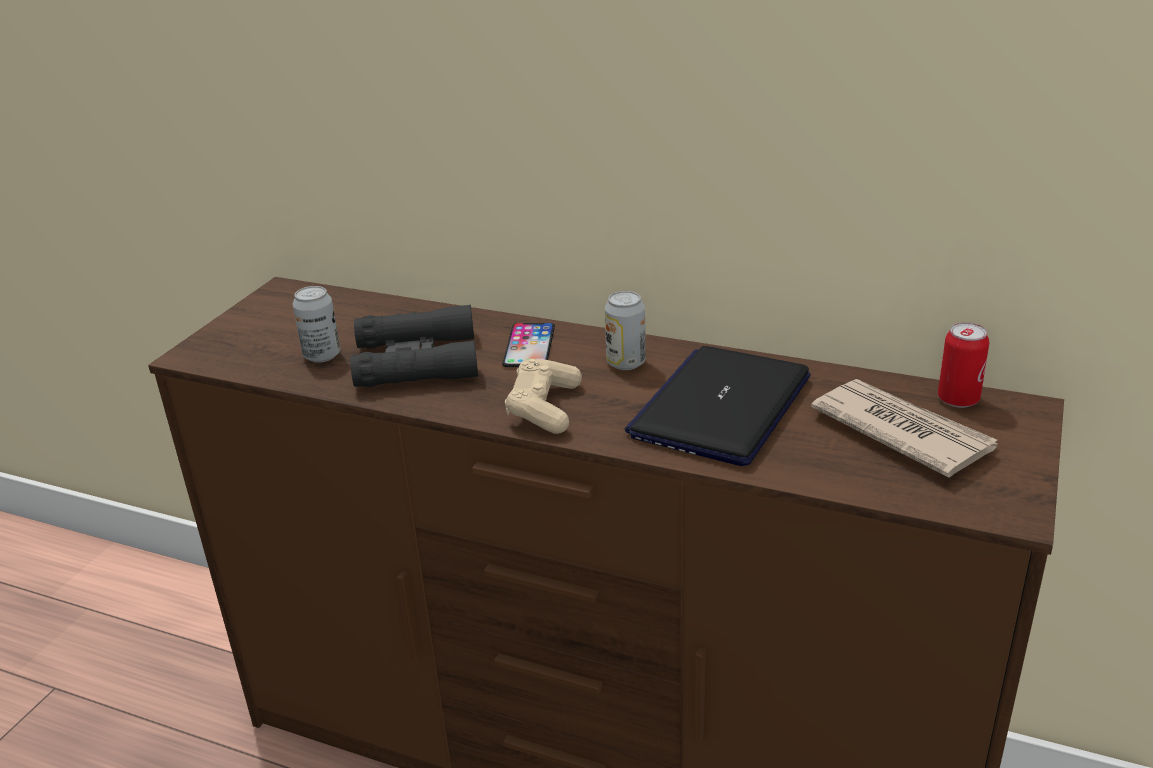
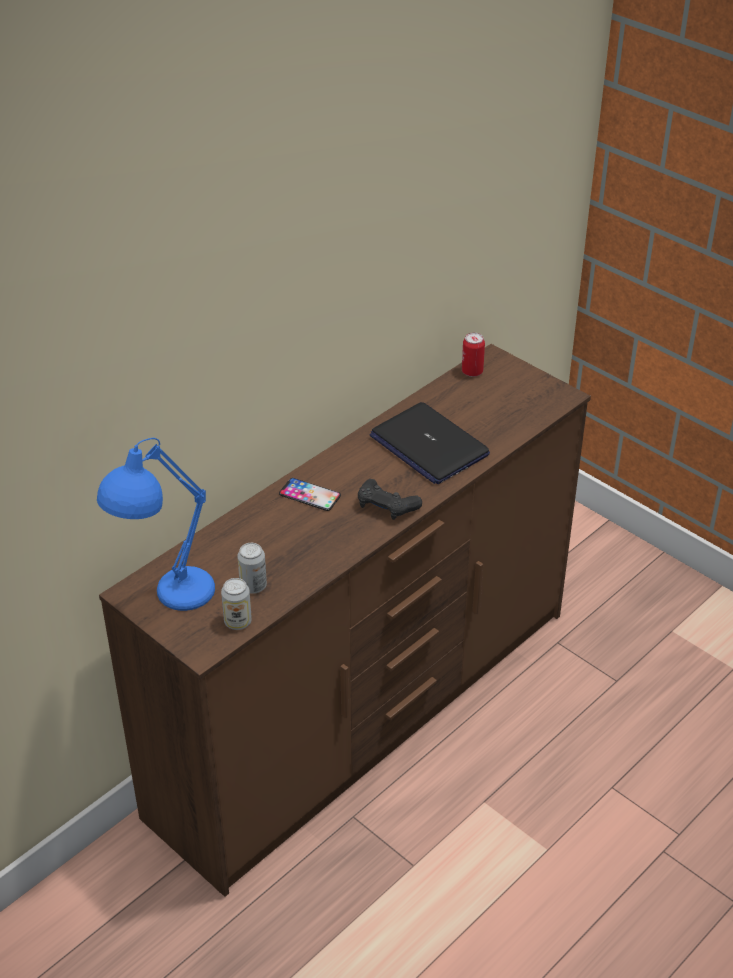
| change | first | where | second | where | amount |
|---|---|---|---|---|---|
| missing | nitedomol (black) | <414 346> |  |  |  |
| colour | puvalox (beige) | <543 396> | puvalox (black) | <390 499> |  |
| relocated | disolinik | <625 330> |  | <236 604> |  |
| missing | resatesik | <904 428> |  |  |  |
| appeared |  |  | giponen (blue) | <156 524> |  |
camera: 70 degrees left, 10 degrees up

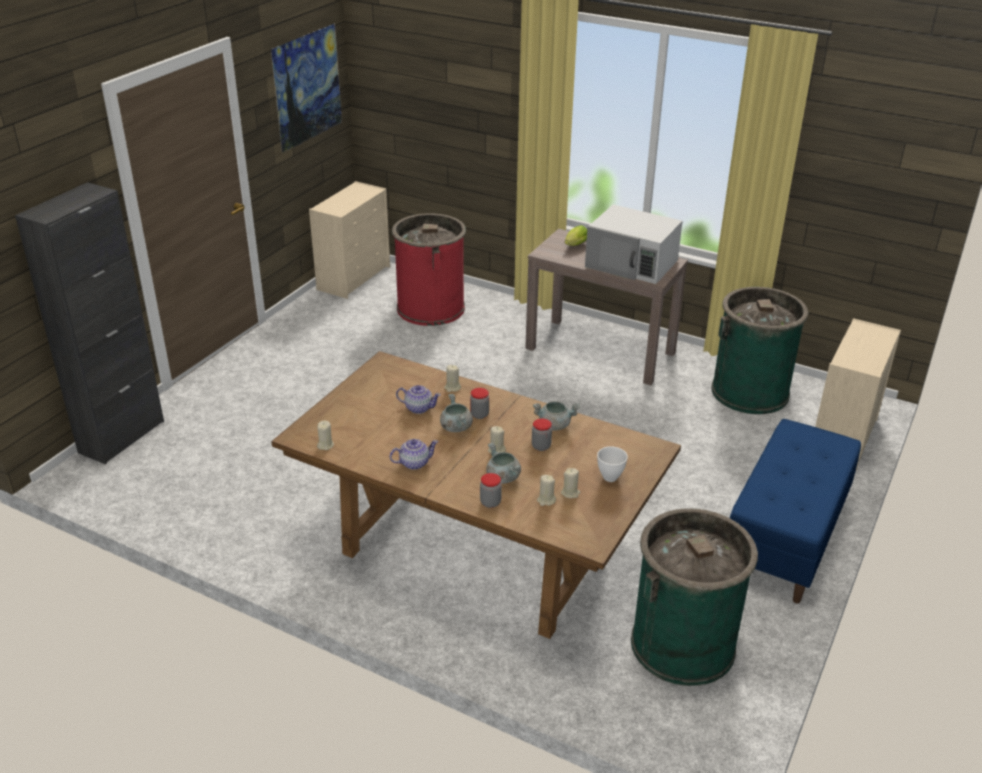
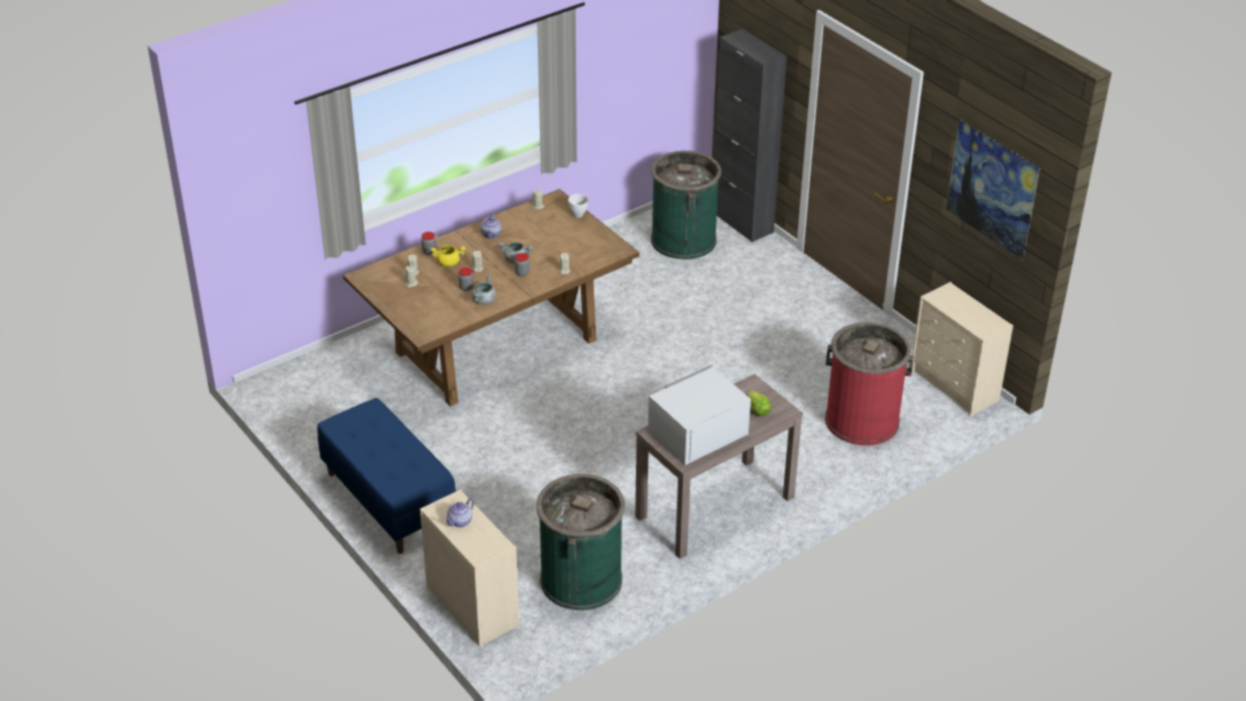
| change | first | where | second | where | amount |
|---|---|---|---|---|---|
| relocated | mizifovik | <418 399> |  | <459 512> |  |
| colour | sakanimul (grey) | <503 463> | sakanimul (yellow) | <448 256> |  |
| relocated | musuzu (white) | <612 464> |  | <578 206> |  |
| relocated | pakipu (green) | <694 597> |  | <686 205> |  |
camera: 115 degrees right, 5 degrees up

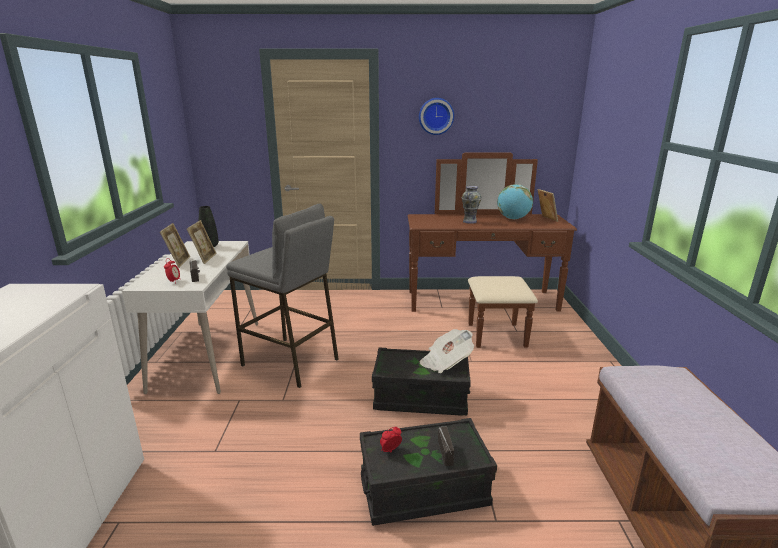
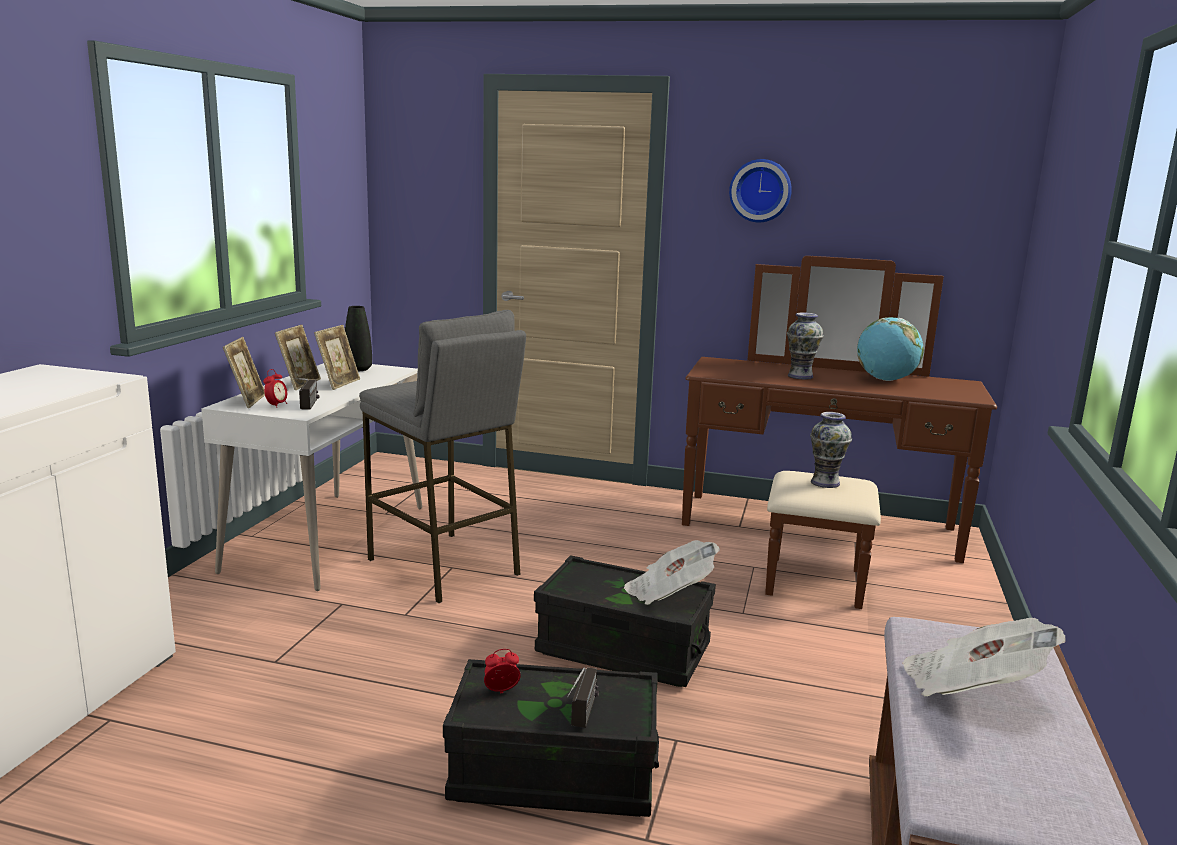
| change | first | where | second | where | amount |
|---|---|---|---|---|---|
| relocated | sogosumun | <548 205> |  | <244 372> |  |
| appeared |  |  | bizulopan | <831 450> |  |
| appeared |  |  | resatesik | <984 657> |  |
camera: 15 degrees right, 5 degrees down

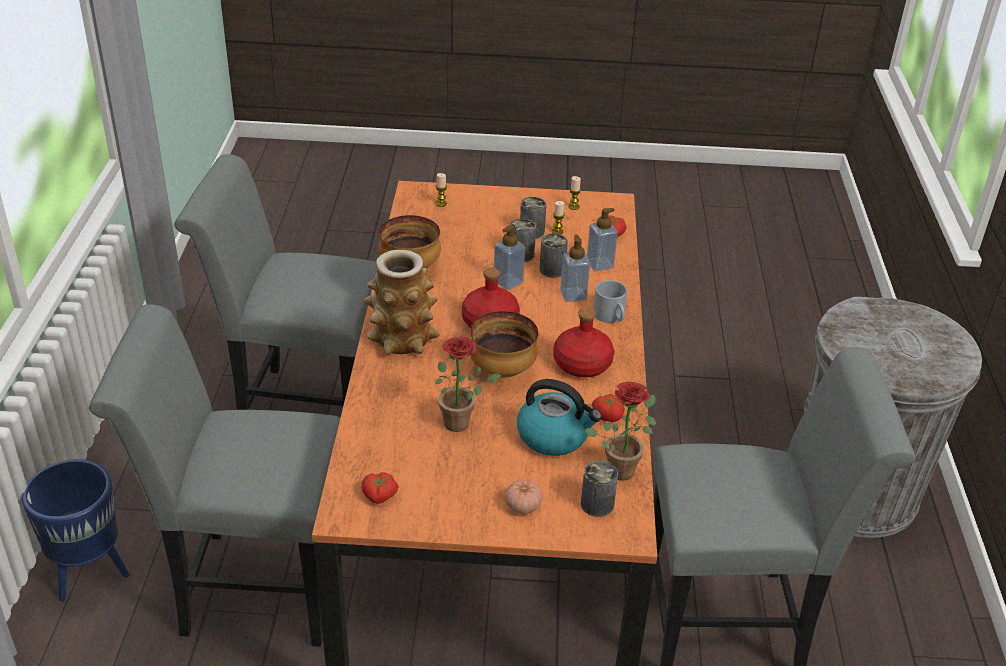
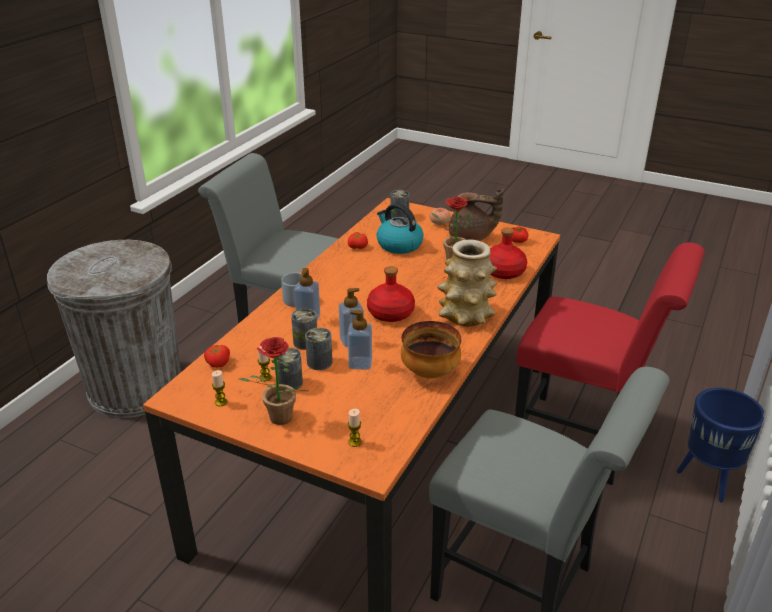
| change | first | where | second | where | amount |
|---|---|---|---|---|---|
| colour | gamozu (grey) | <214 475> | gamozu (red) | <610 363> |  |
| missing | musuzu | <504 344> |  |  |  |
| relocated | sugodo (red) | <583 342> |  | <508 253> |  |
| relocated | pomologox | <620 431> |  | <273 381> |  |
| relocated | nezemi | <602 239> |  | <360 340> |  |
| appeared |  |  | mizifovik (brown) | <476 215> |  |
camera: 155 degrees left, 5 degrees down

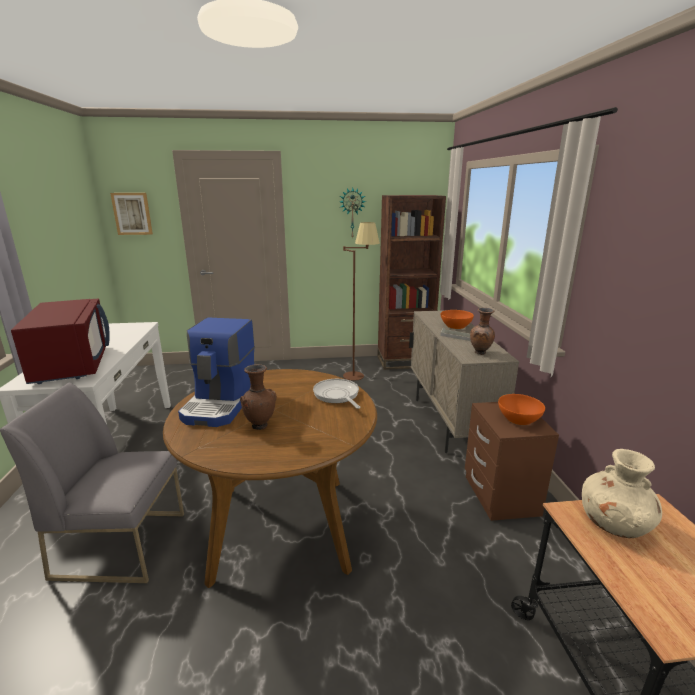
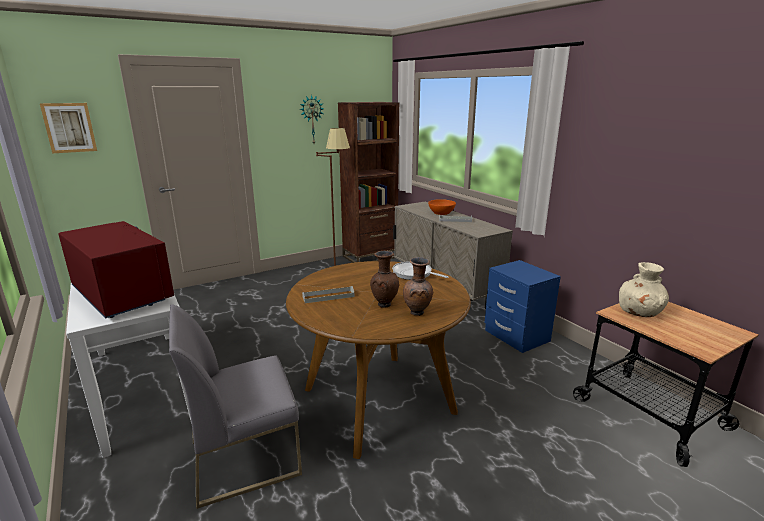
| change | first | where | second | where | amount |
|---|---|---|---|---|---|
| exchanged | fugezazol | <216 372> | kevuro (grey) | <328 294> |  |
| colour | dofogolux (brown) | <512 461> | dofogolux (blue) | <523 306> |  |
| relocated | bizulopan (brown) | <482 331> |  | <418 286> |  |
| missing | musuzu (orange) | <521 409> |  |  |  |
camera: 25 degrees left, 0 degrees up

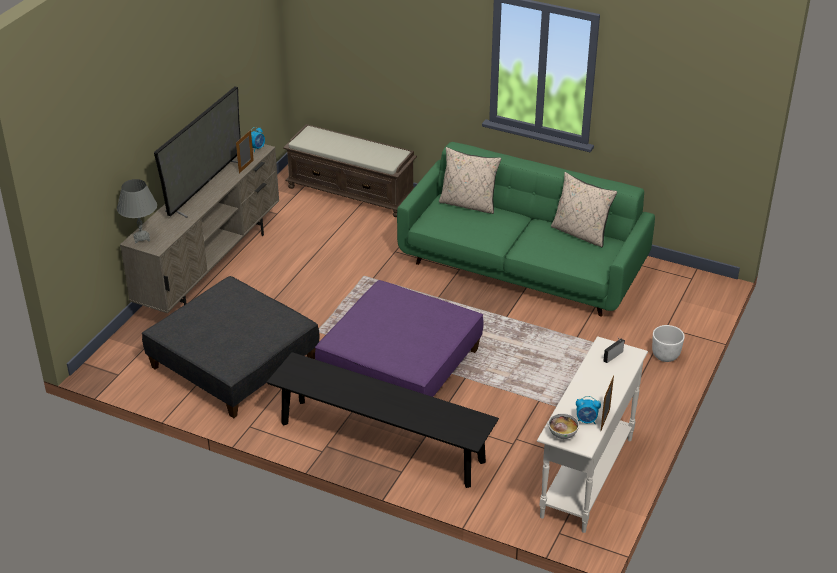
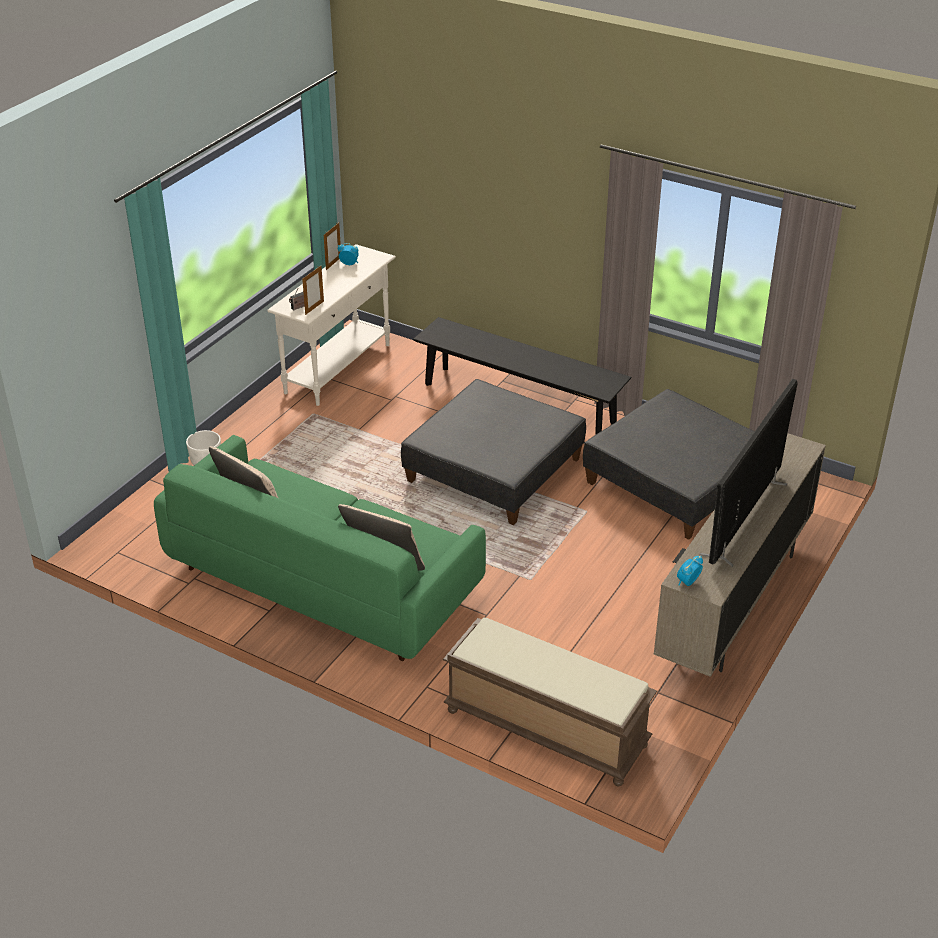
| change | first | where | second | where | amount |
|---|---|---|---|---|---|
| missing | giponen (grey) | <137 211> |  |  |  |
| relocated | sogosumun | <245 152> |  | <313 290> |  |
| colour | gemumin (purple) | <399 338> | gemumin (grey) | <493 452> |  |
| missing | musuzu | <563 426> |  |  |  |
camera: 175 degrees left, 0 degrees up

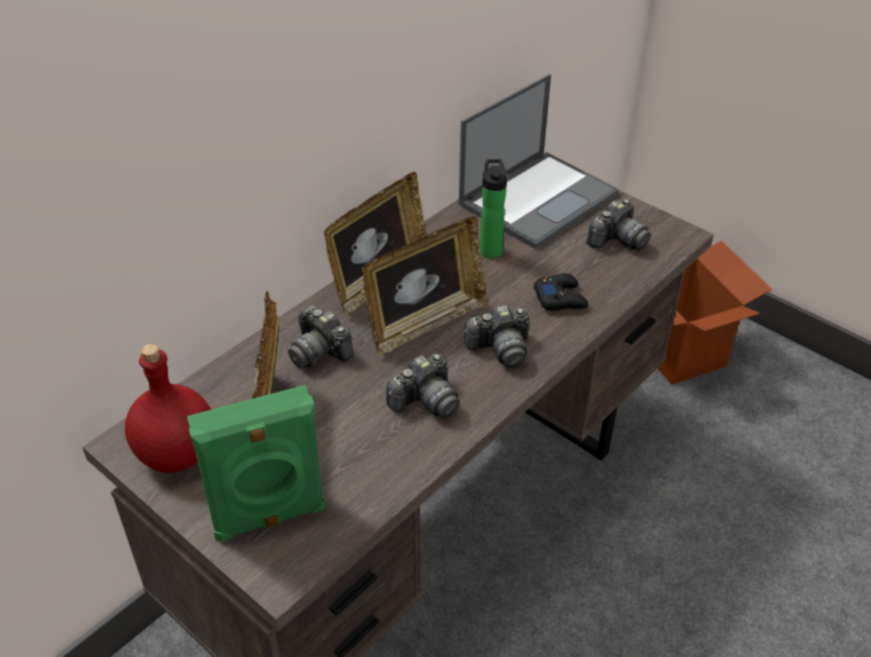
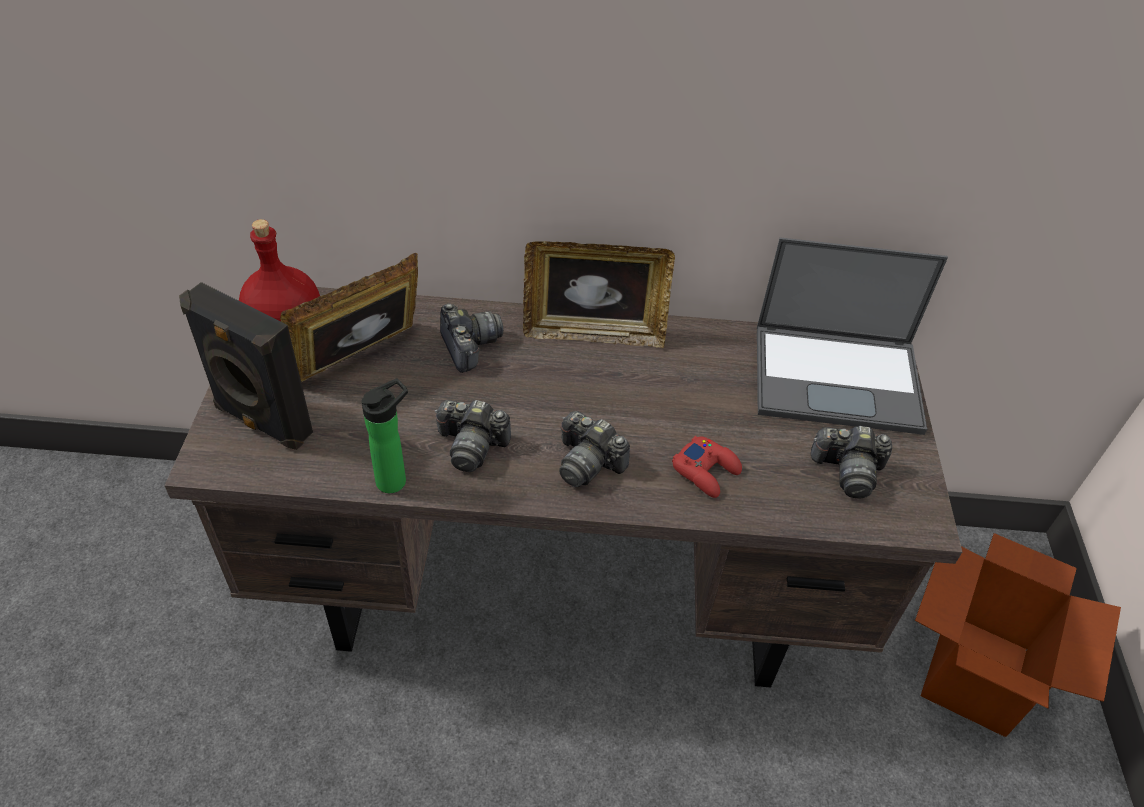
| change | first | where | second | where | amount |
|---|---|---|---|---|---|
| colour | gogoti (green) | <256 463> | gogoti (black) | <246 366> |  |
| spun | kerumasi | <321 336> |  | <471 338> | 150 degrees clockwise |
| missing | sogosumun | <425 285> |  |  |  |
| relocated | sugodo | <493 208> |  | <384 435> |  |
| colour | puvalox (black) | <560 292> | puvalox (red) | <707 467> |  |
camera: 50 degrees right, 5 degrees up

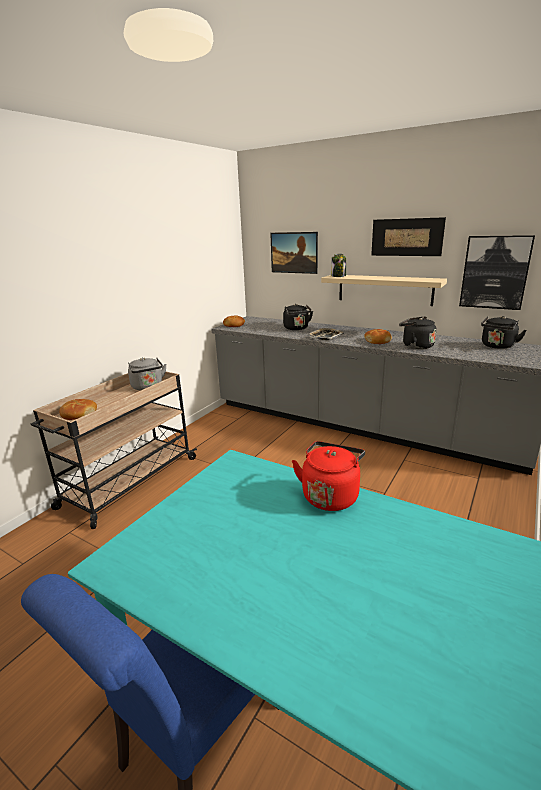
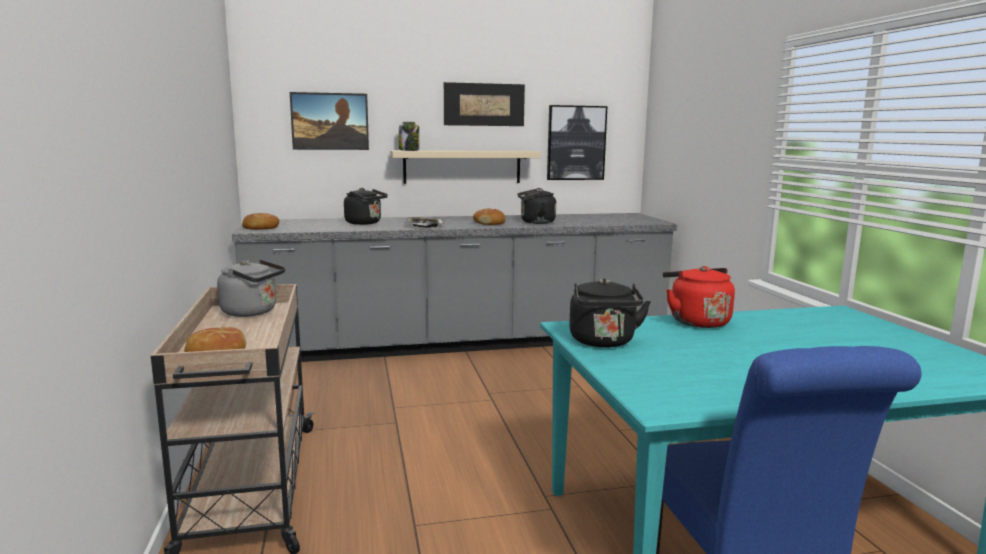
| change | first | where | second | where | amount |
|---|---|---|---|---|---|
| relocated | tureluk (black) | <504 332> |  | <610 313> |  |
camera: 45 degrees left, 10 degrees down

